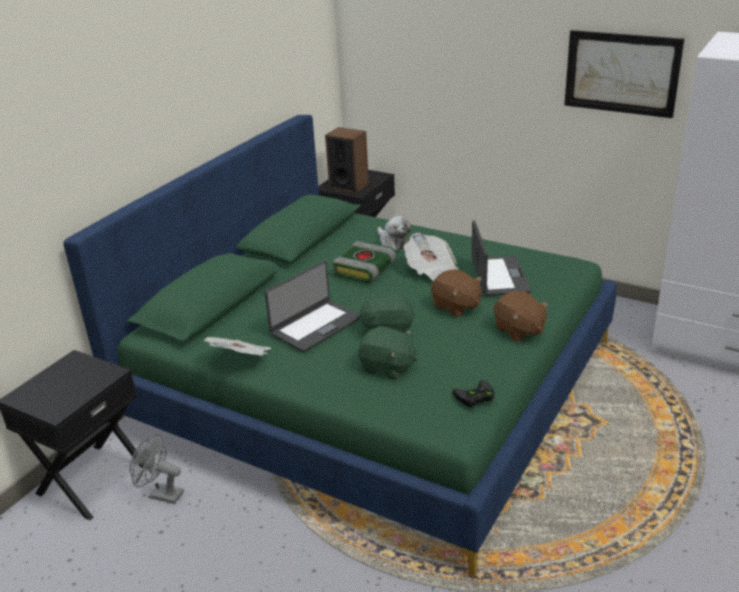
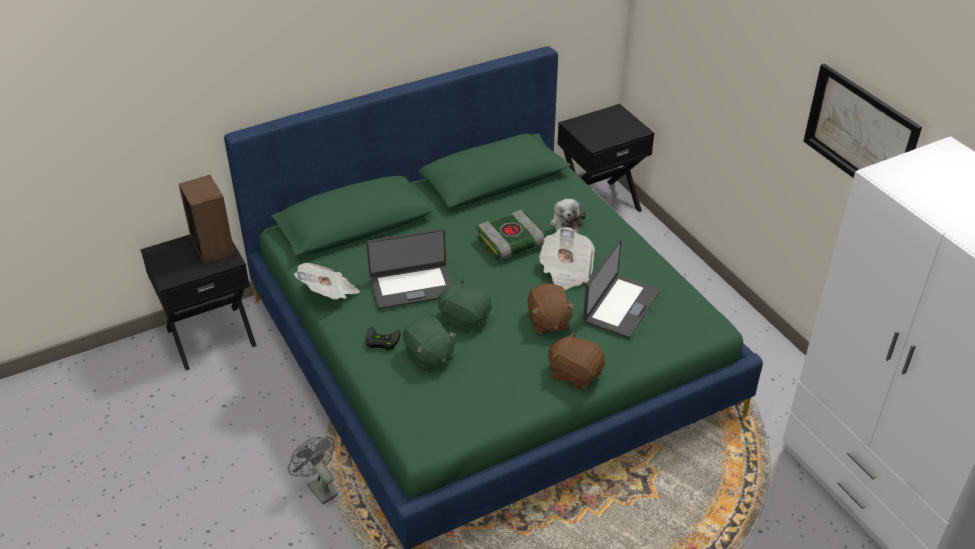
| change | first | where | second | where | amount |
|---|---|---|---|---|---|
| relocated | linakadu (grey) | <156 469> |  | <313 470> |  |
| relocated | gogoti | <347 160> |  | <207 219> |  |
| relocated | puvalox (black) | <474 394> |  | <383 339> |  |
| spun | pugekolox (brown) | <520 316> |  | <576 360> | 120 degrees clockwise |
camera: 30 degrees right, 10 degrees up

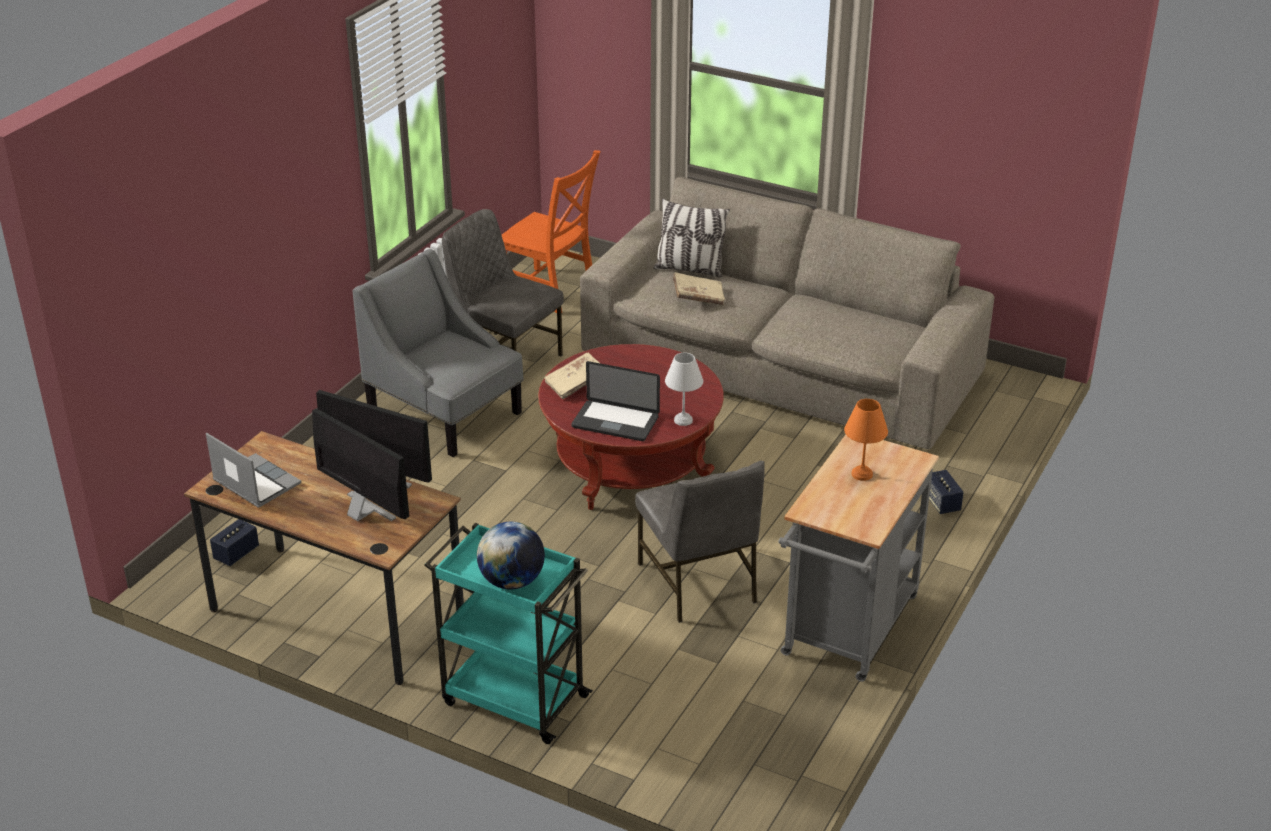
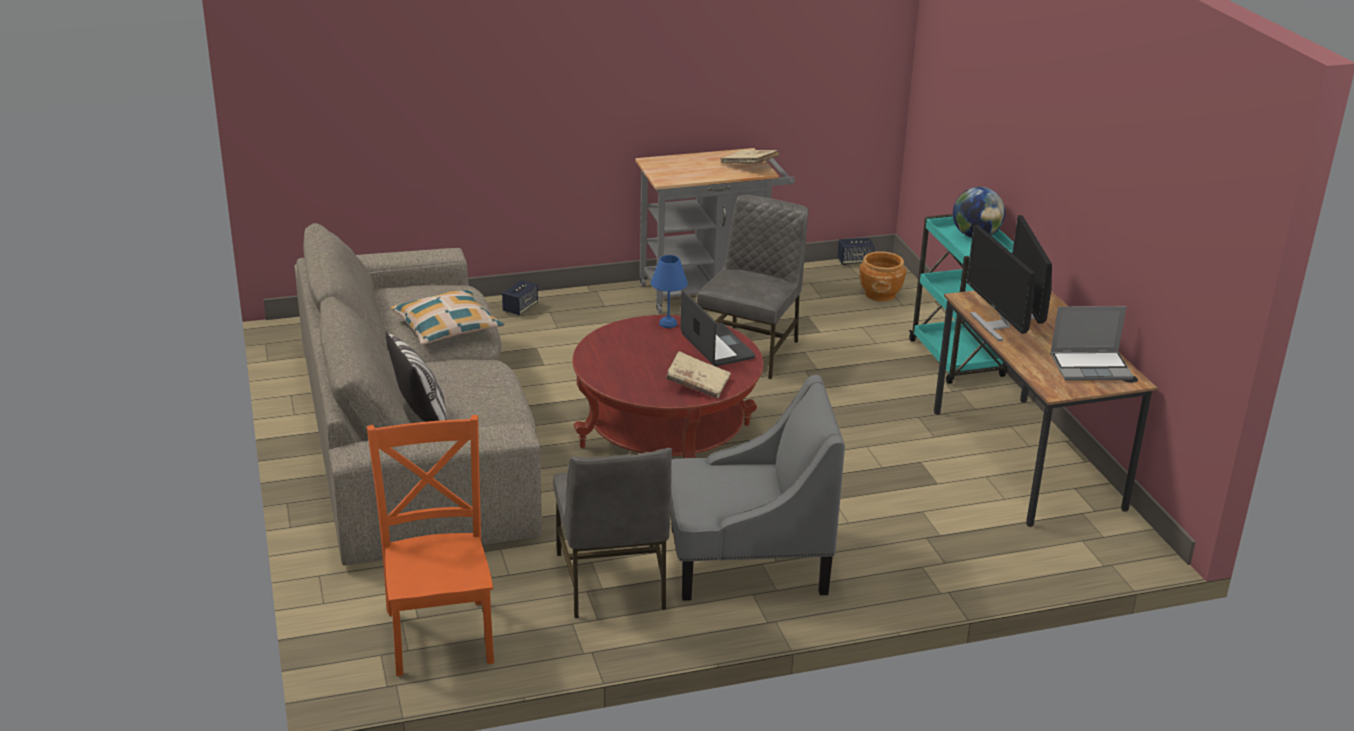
| change | first | where | second | where | amount |
|---|---|---|---|---|---|
| spun | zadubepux | <253 470> |  | <1092 343> | 90 degrees counterclockwise |
| relocated | gogoti | <234 542> |  | <855 251> |  |
| spun | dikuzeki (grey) | <438 353> |  | <757 488> | 90 degrees counterclockwise |
| colour | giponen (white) | <684 389> | giponen (blue) | <669 291> |  |
| relocated | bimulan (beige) | <699 288> |  | <749 157> |  |
| missing | giponen (orange) | <866 440> |  |  |  |
| appeared |  |  | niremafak | <447 317> |  |
| appeared |  |  | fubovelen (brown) | <883 277> |  |
camera: 135 degrees left, 5 degrees down

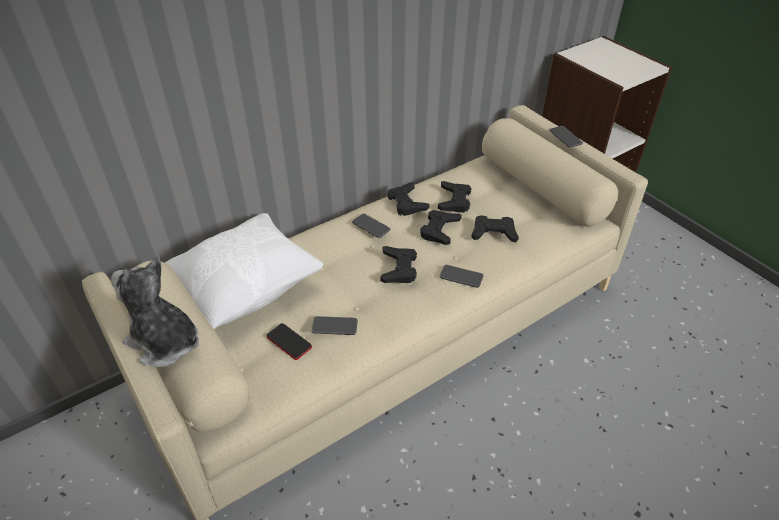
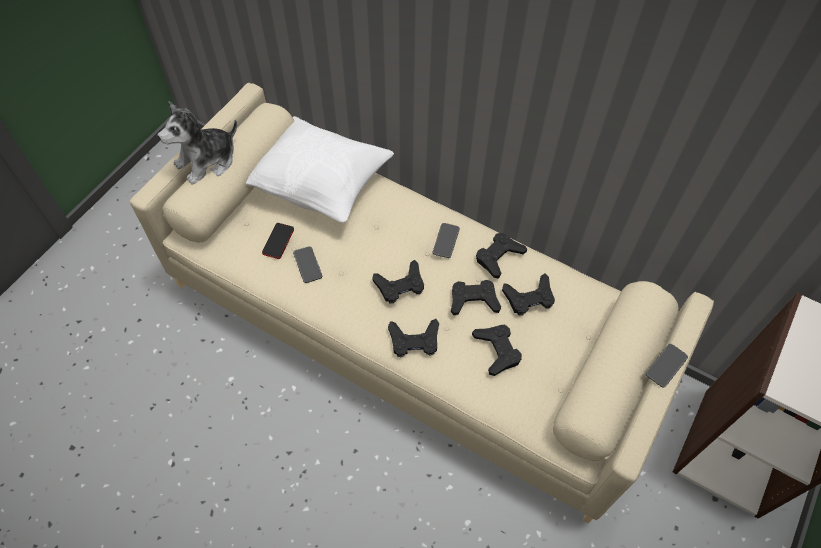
| change | first | where | second | where | amount |
|---|---|---|---|---|---|
| spun | pugekolox | <155 311> |  | <197 142> | 135 degrees counterclockwise |
| exchanged | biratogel | <461 276> | puvalox (black) | <413 338> |  |
camera: 65 degrees right, 15 degrees up

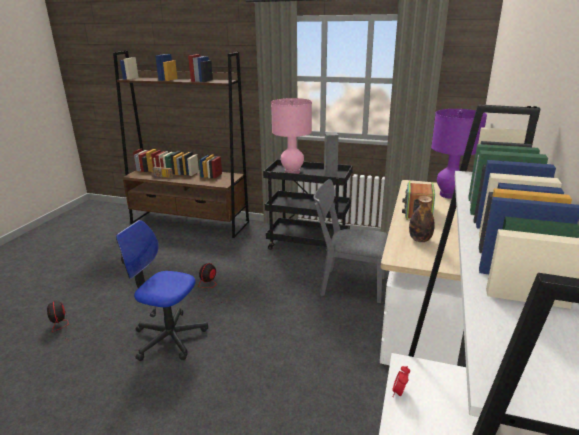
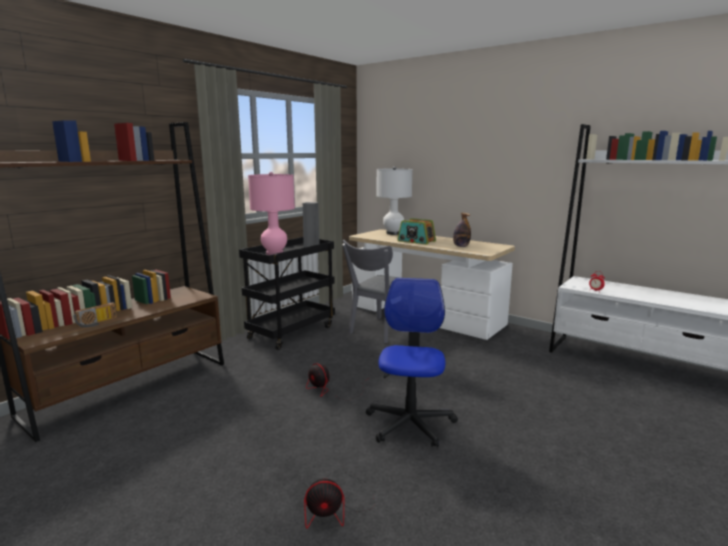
| change | first | where | second | where | amount |
|---|---|---|---|---|---|
| spun | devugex | <162 290> |  | <412 362> | 150 degrees clockwise |
| colour | giponen (purple) | <459 154> | giponen (white) | <394 200> |  |
camera: 70 degrees left, 10 degrees down

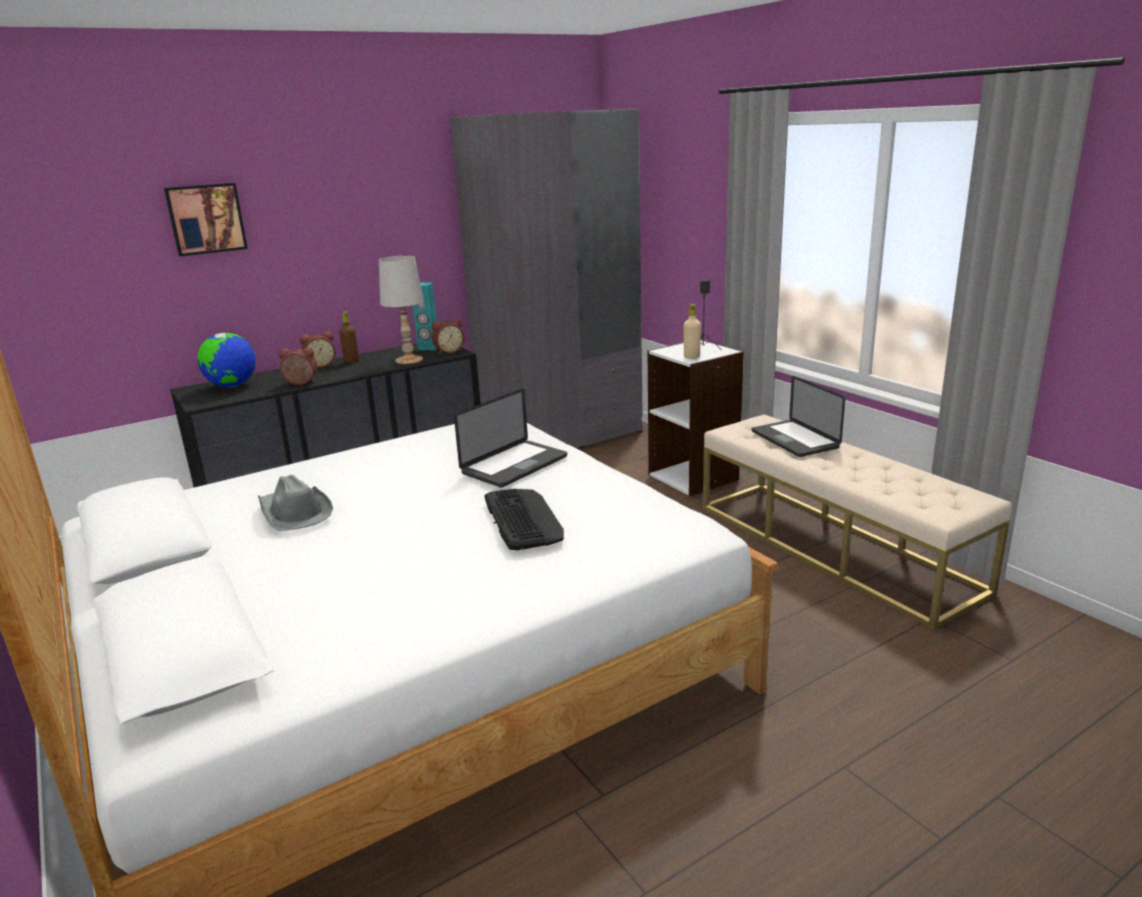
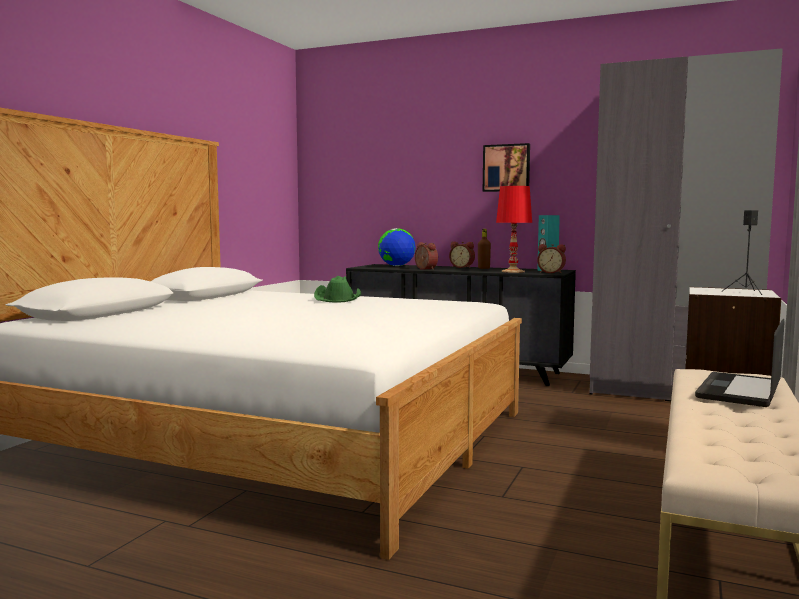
| change | first | where | second | where | amount |
|---|---|---|---|---|---|
| relocated | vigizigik | <206 219> |  | <506 167> |  |
| missing | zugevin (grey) | <295 503> |  |  |  |
| colour | giponen (white) | <401 310> | giponen (red) | <514 229> |  |
| missing | zadubepux | <510 438> |  |  |  |
| missing | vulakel | <524 519> |  |  |  |
| missing | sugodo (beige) | <692 331> |  |  |  |
| appeared |  |  | zugevin (green) | <337 289> |  |
camera: 55 degrees right, 15 degrees down

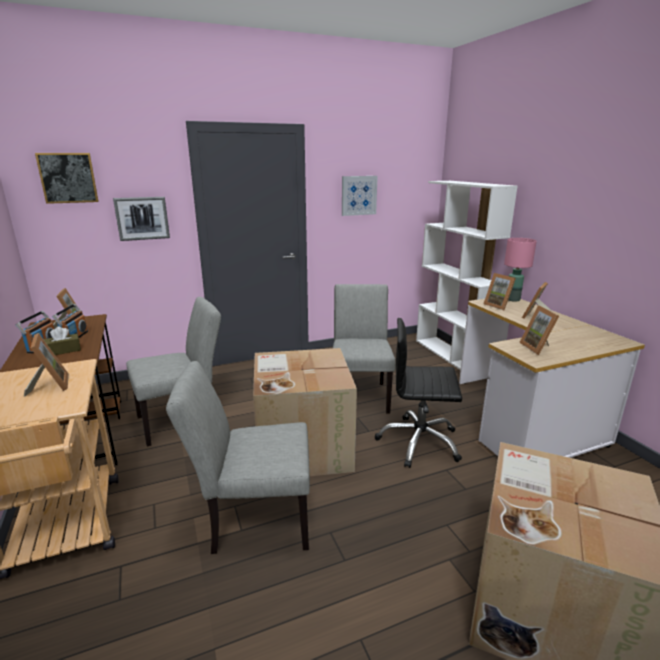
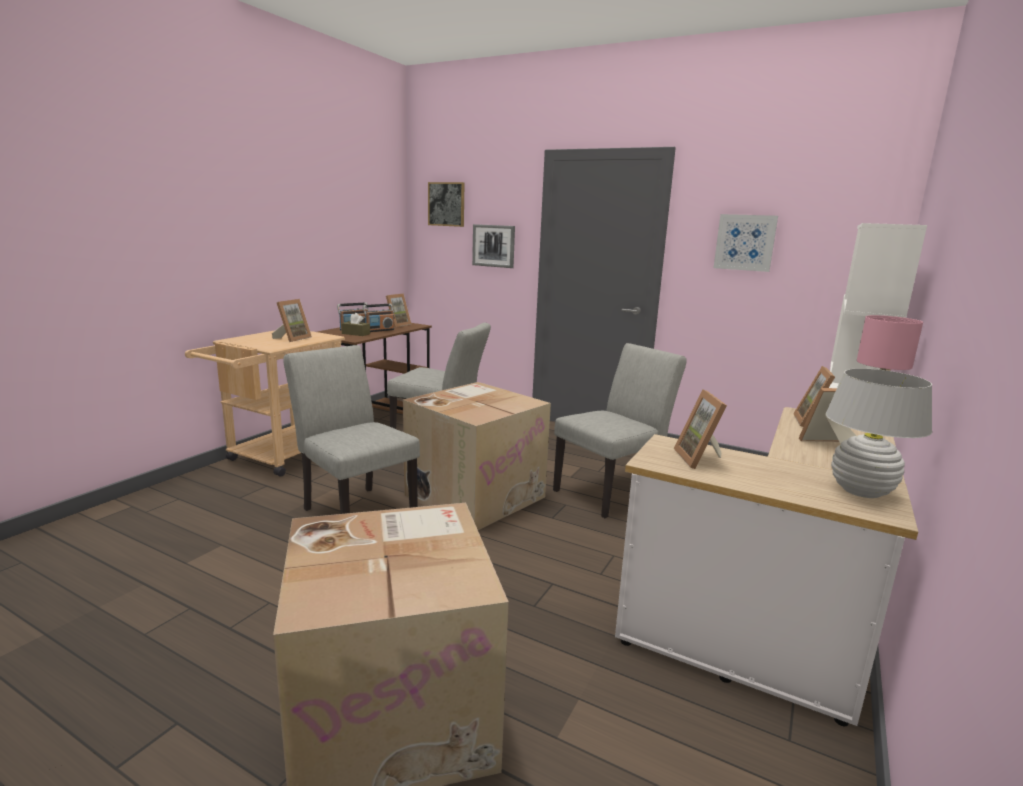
| change | first | where | second | where | amount |
|---|---|---|---|---|---|
| missing | devugex (black) | <418 393> |  |  |  |
| spun | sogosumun | <539 330> |  | <700 429> | 45 degrees counterclockwise |
| appeared |  |  | giponen (white) | <879 433> |  |
camera: 50 degrees right, 5 degrees down

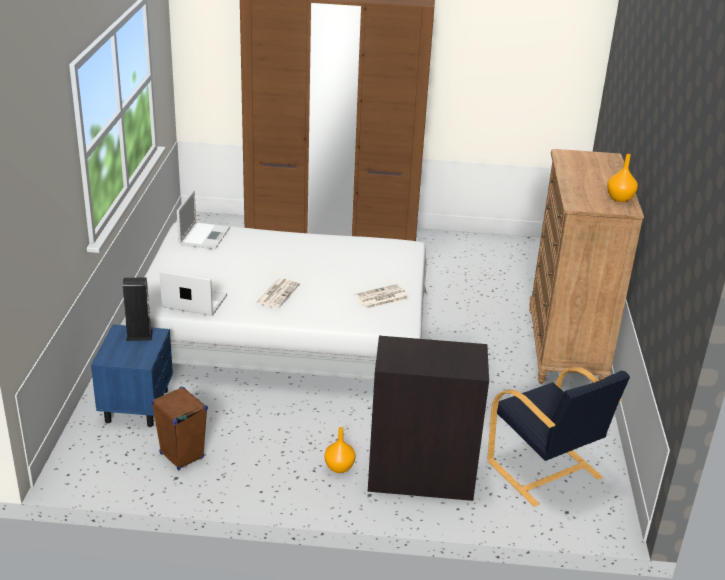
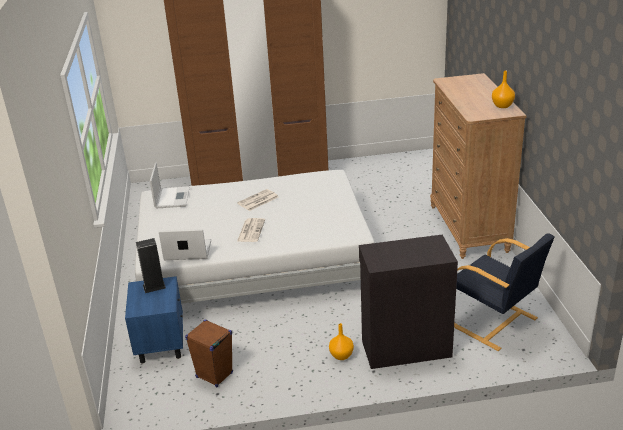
| change | first | where | second | where | amount |
|---|---|---|---|---|---|
| relocated | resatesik | <382 296> |  | <257 200> |  |
camera: 10 degrees left, 0 degrees up

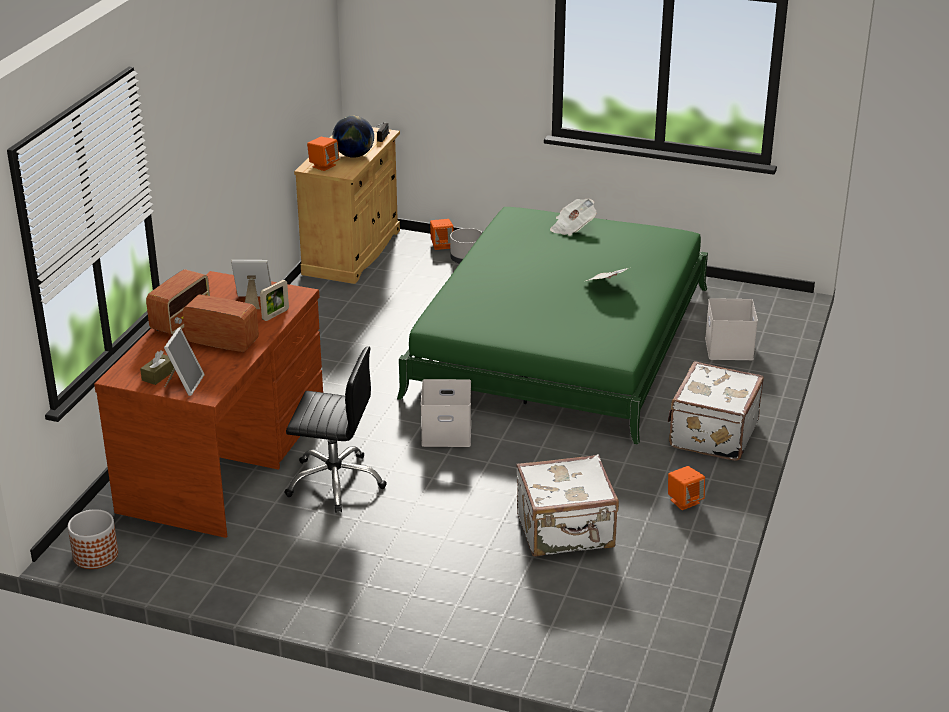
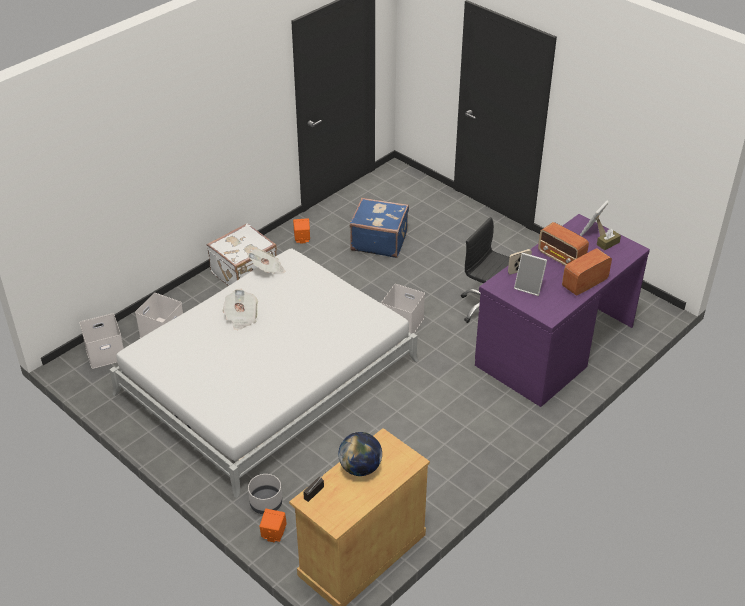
| change | first | where | second | where | amount |
|---|---|---|---|---|---|
| missing | fubovelen | <93 539> |  |  |  |
| colour | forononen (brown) | <208 404> | forononen (purple) | <562 310> |  |
| missing | gogoti (orange) | <323 154> |  |  |  |
| colour | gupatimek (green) | <552 326> | gupatimek (white) | <264 373> |  |
| colour | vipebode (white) | <567 505> | vipebode (blue) | <379 228> |  |
| relocated | resatesik | <573 217> |  | <266 261> |  |
| appeared |  |  | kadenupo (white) | <102 341> |  |
camera: 155 degrees left, 10 degrees up

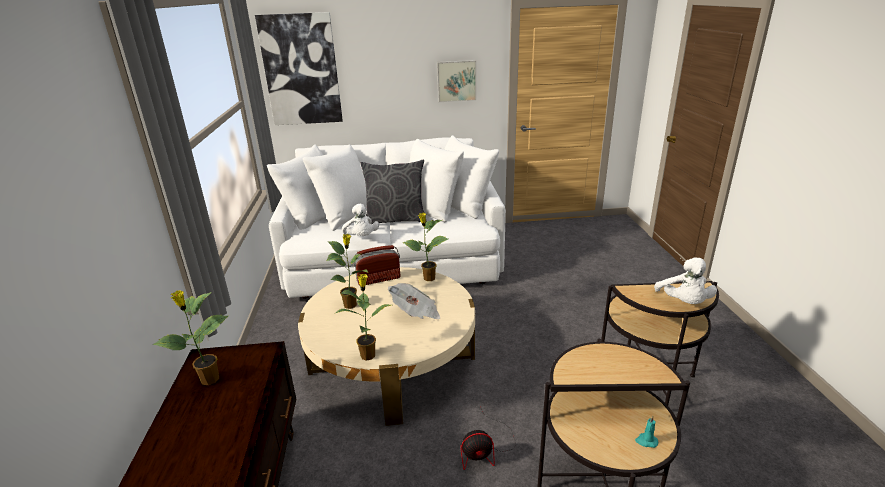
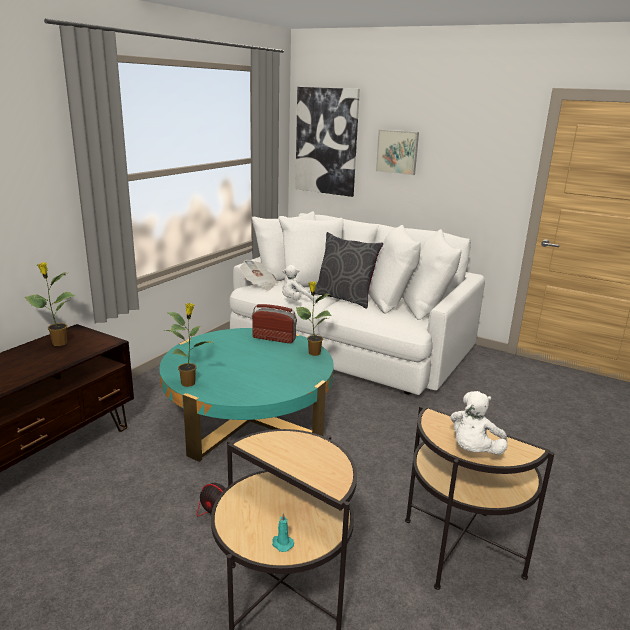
| change | first | where | second | where | amount |
|---|---|---|---|---|---|
| colour | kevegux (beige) | <386 346> | kevegux (turquoise) | <246 395> |  |
| missing | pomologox | <347 271> |  |  |  |
| spun | pugekolox (white) | <360 220> |  | <300 284> | 60 degrees clockwise |
| relocated | resatesik | <414 301> |  | <259 275> |  |
| relocated | vigizigik | <456 81> |  | <397 152> |  |
camera: 35 degrees right, 5 degrees down

